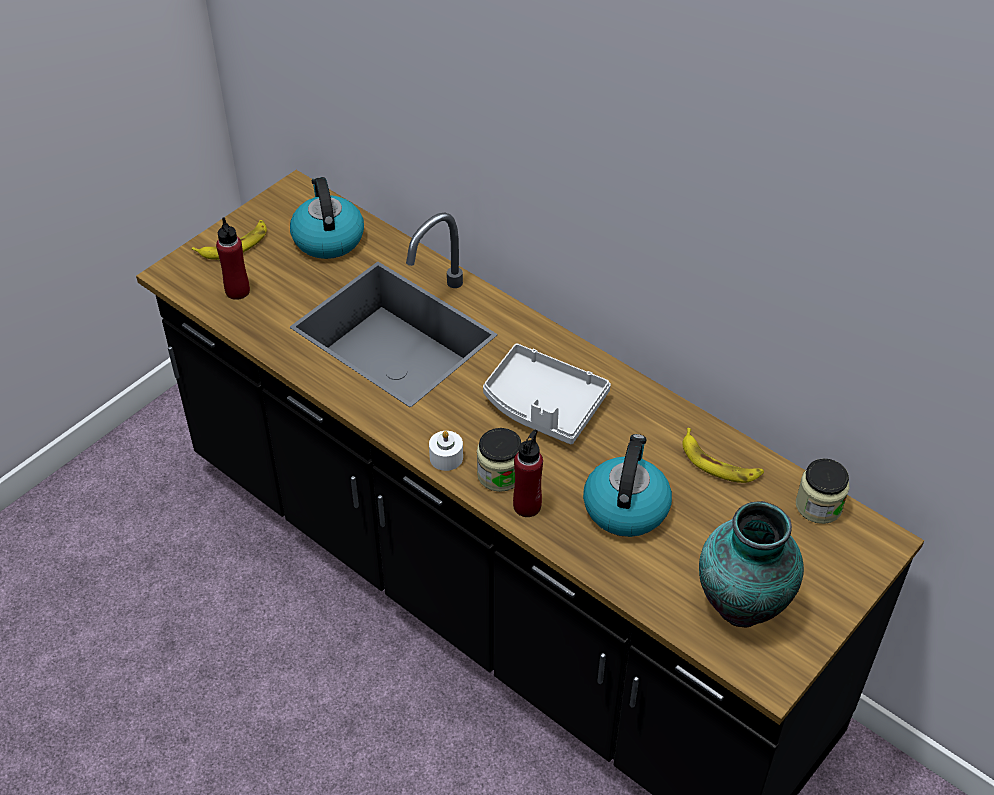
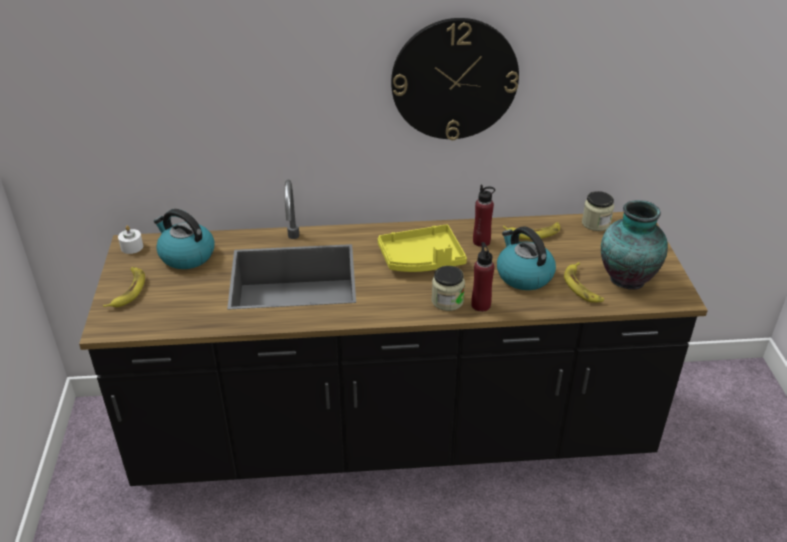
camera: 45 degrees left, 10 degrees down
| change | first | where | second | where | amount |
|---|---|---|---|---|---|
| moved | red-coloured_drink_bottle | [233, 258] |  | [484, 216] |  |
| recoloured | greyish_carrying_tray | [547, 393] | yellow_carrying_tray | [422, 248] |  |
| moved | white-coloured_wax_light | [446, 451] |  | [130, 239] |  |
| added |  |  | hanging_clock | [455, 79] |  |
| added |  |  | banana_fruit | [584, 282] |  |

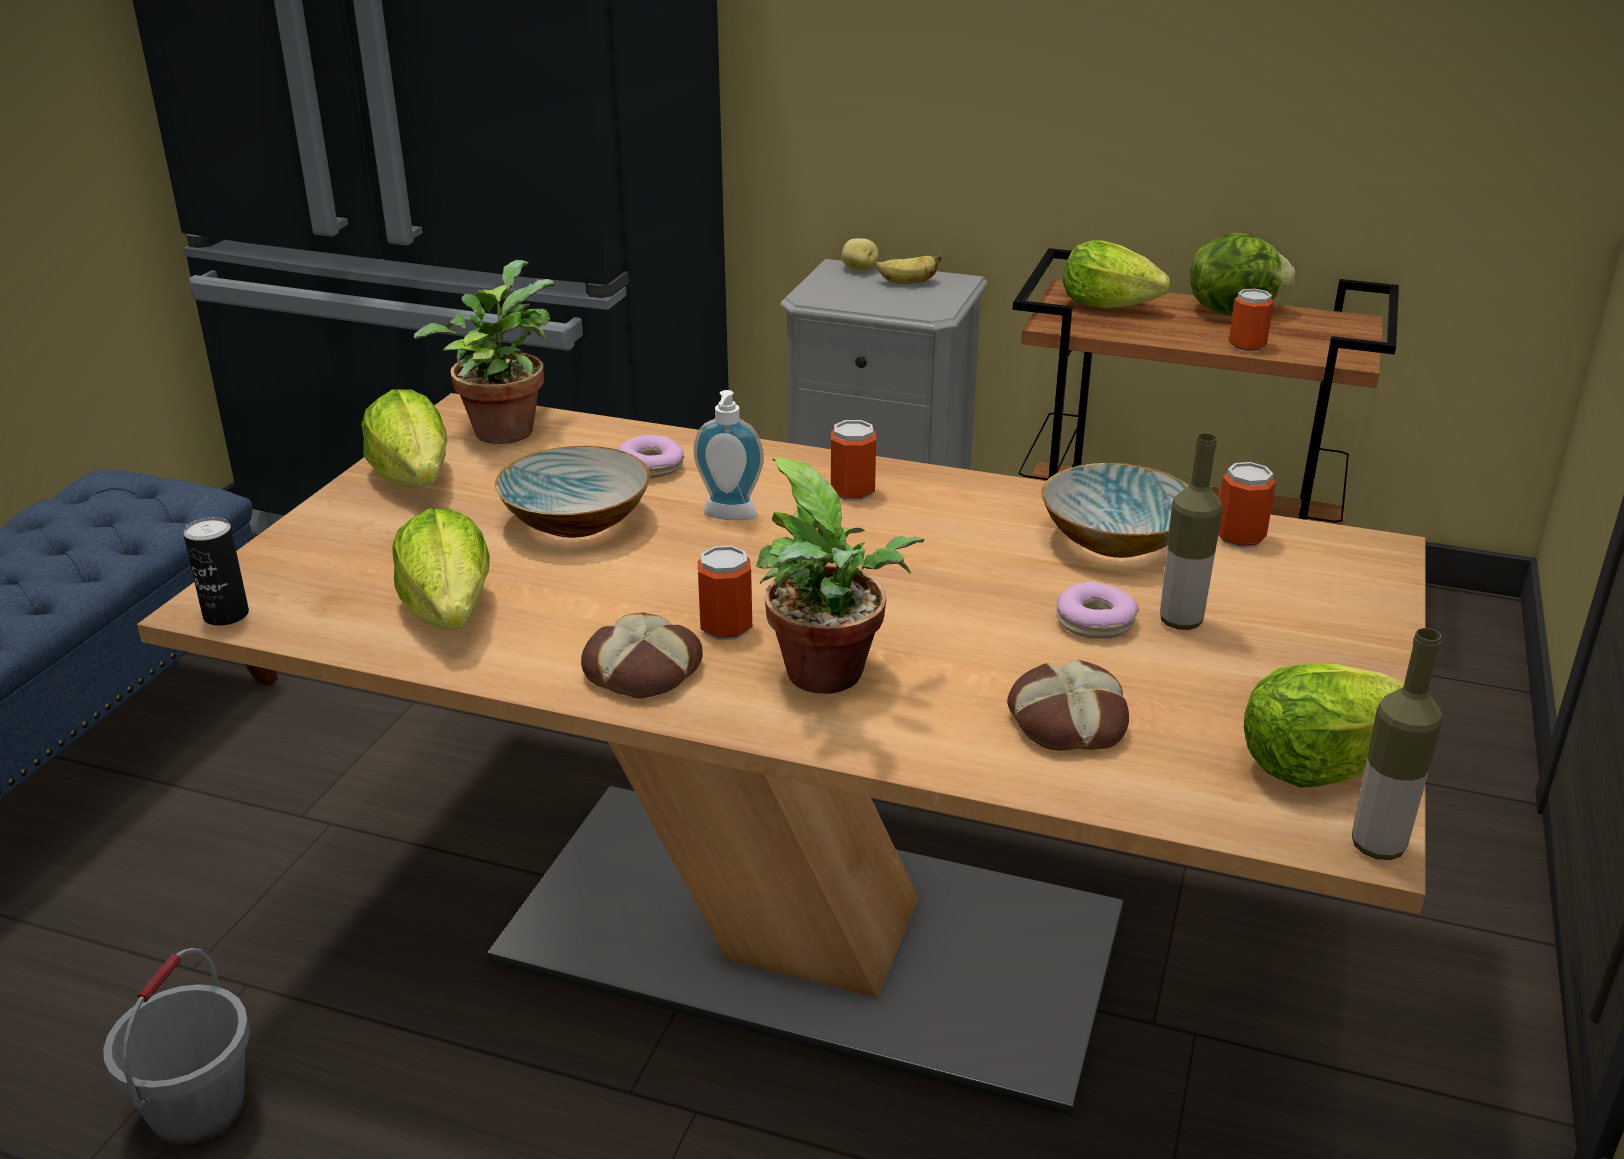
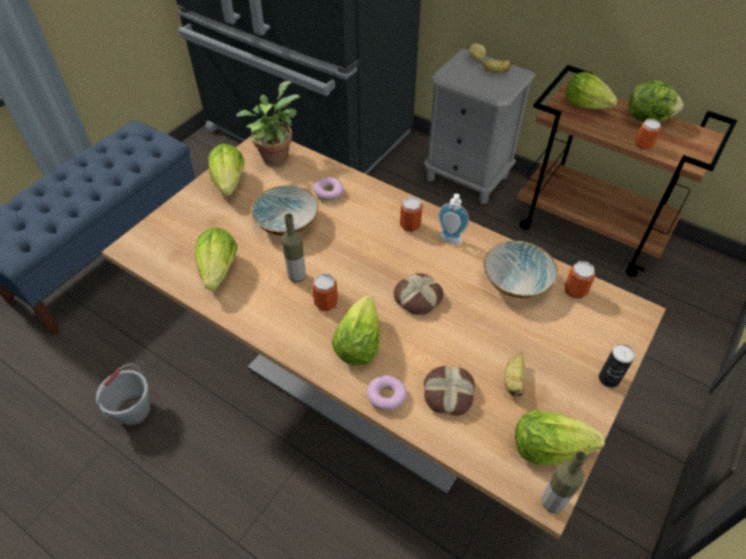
camera: 15 degrees right, 20 degrees up
| change | first | where | second | where | amount |
|---|---|---|---|---|---|
| moved | liquid_soap_bottle | [728, 455] |  | [453, 219] |  |
| moved | drink_bottle | [1191, 531] |  | [294, 248] |  |
| replaced | houseplant | [840, 575] | head_of_lettuce | [356, 330] |  |
| moved | can | [216, 571] |  | [617, 366] |  |
| moved | ring_doughnut | [1097, 610] |  | [387, 393] |  |
| moved | bakery_bread | [642, 655] |  | [418, 294] |  |
| added |  |  | banana_fruit | [514, 374] |  |

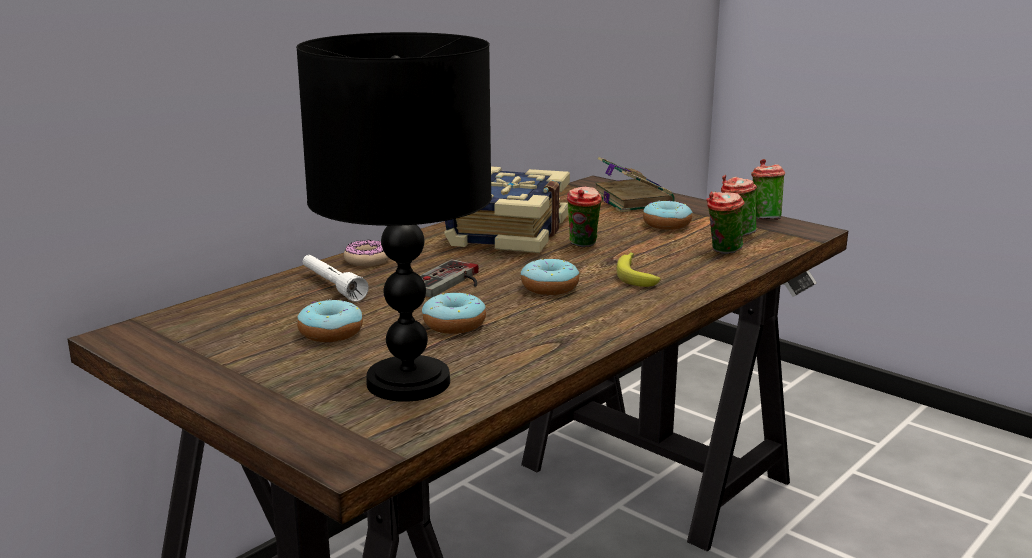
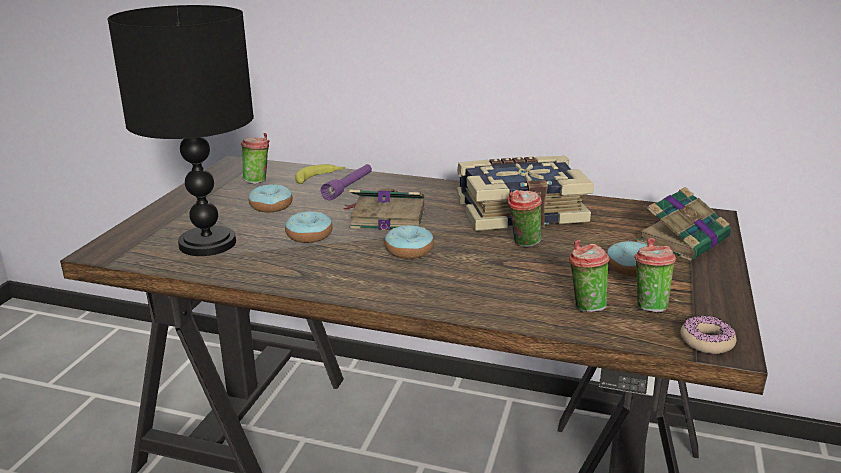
camera: 65 degrees right, 5 degrees up
| change | first | where | second | where | amount |
|---|---|---|---|---|---|
| moved | cup | [768, 189] |  | [255, 158] |  |
| moved | ring_doughnut | [366, 253] |  | [708, 334] |  |
| moved | banana_fruit | [639, 269] |  | [320, 174] |  |
| recoloured | white-coloured_hand_torch | [336, 278] | purplish_hand_torch | [346, 182] |  |
| replaced | joypad | [449, 278] | bound_book | [384, 209] |  |

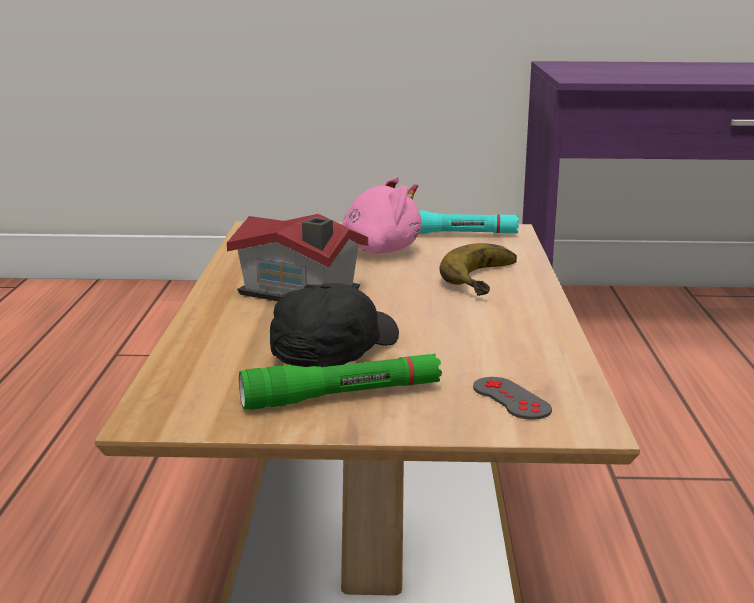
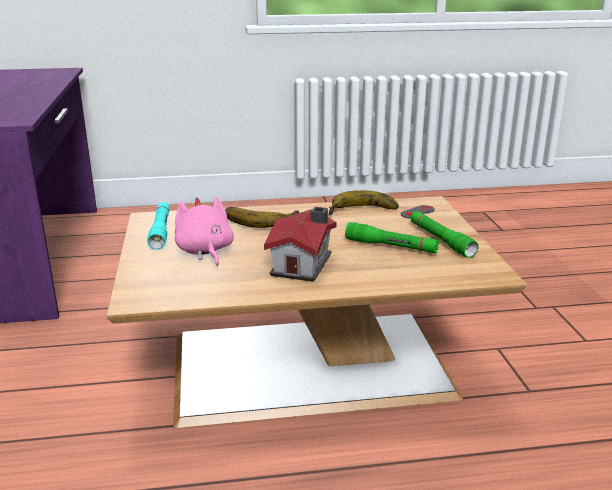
camera: 100 degrees left, 5 degrees up
| change | first | where | second | where | amount |
|---|---|---|---|---|---|
| replaced | black-coloured_peaked_cap | [334, 325] | greenish_hand_torch | [392, 237] |  |
| added |  |  | banana_fruit | [363, 202] |  |

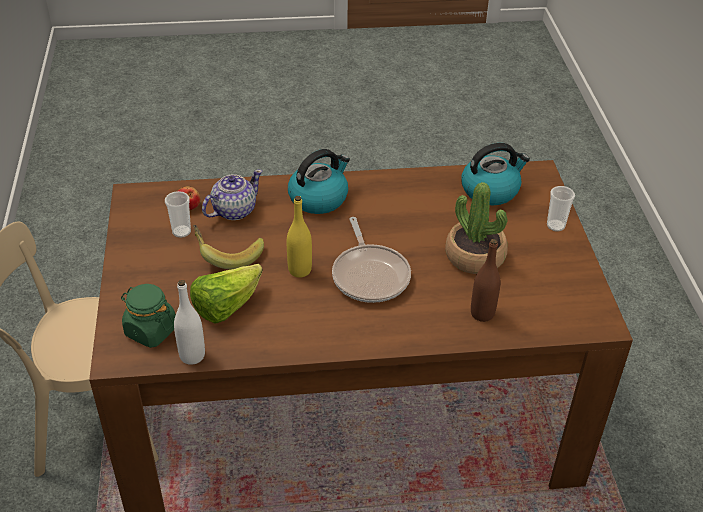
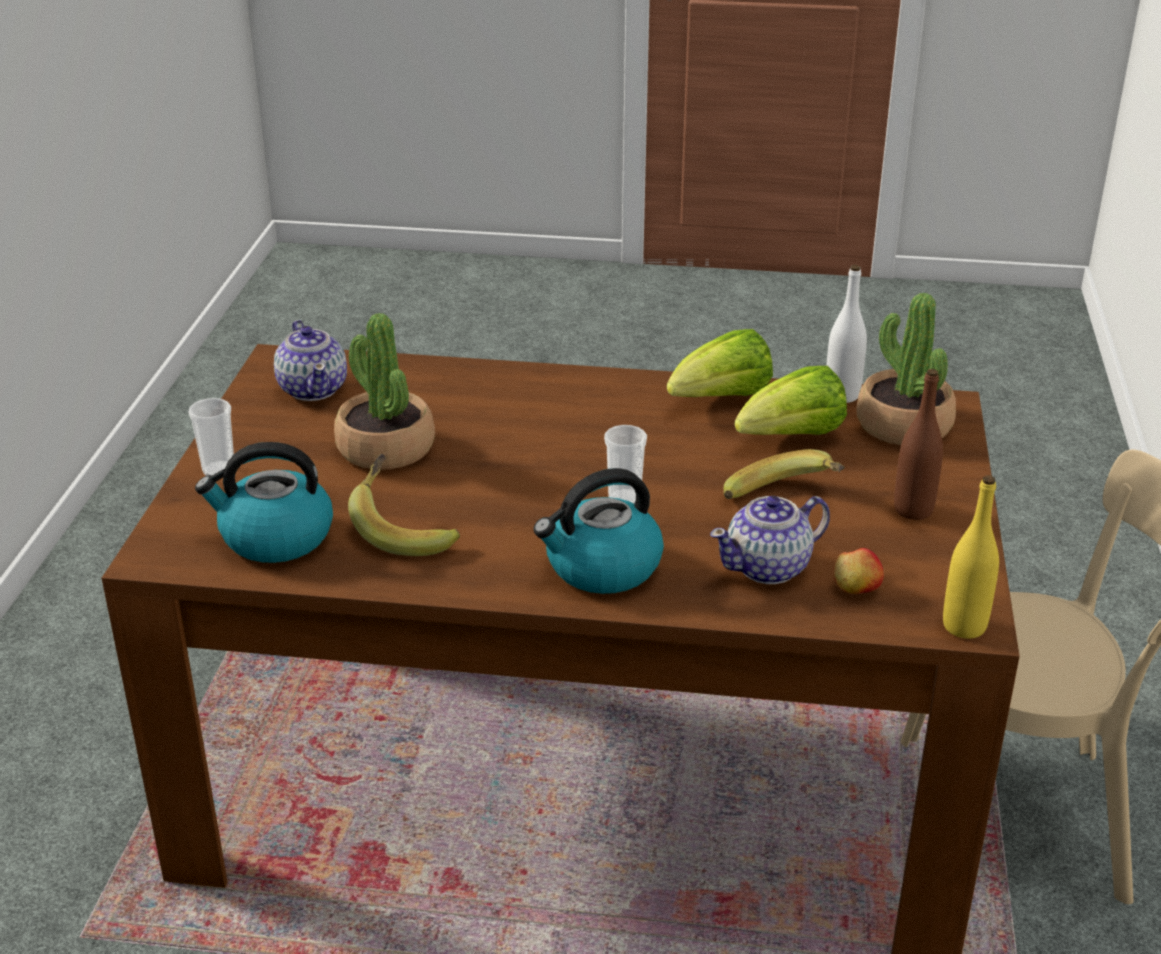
camera: 165 degrees left, 10 degrees down
| change | first | where | second | where | amount |
|---|---|---|---|---|---|
| moved | cup | [178, 214] |  | [625, 464] |  |
| moved | yellow_drink_bottle | [299, 237] |  | [971, 557] |  |
| removed | frying_pan | [371, 260] |  |  |  |
| moved | brown_drink_bottle | [486, 280] |  | [918, 444] |  |
| replaced | greenish_jar | [148, 316] | houseplant | [906, 369] |  |
| added |  |  | tea_pot | [310, 360] |  |
| added |  |  | head_of_lettuce | [720, 363] |  |
| added |  |  | banana_fruit | [404, 505] |  |

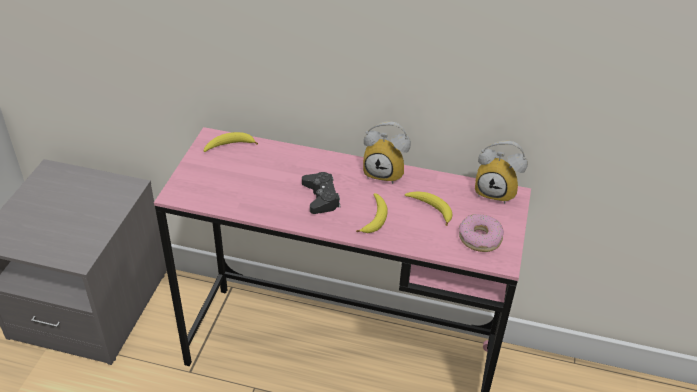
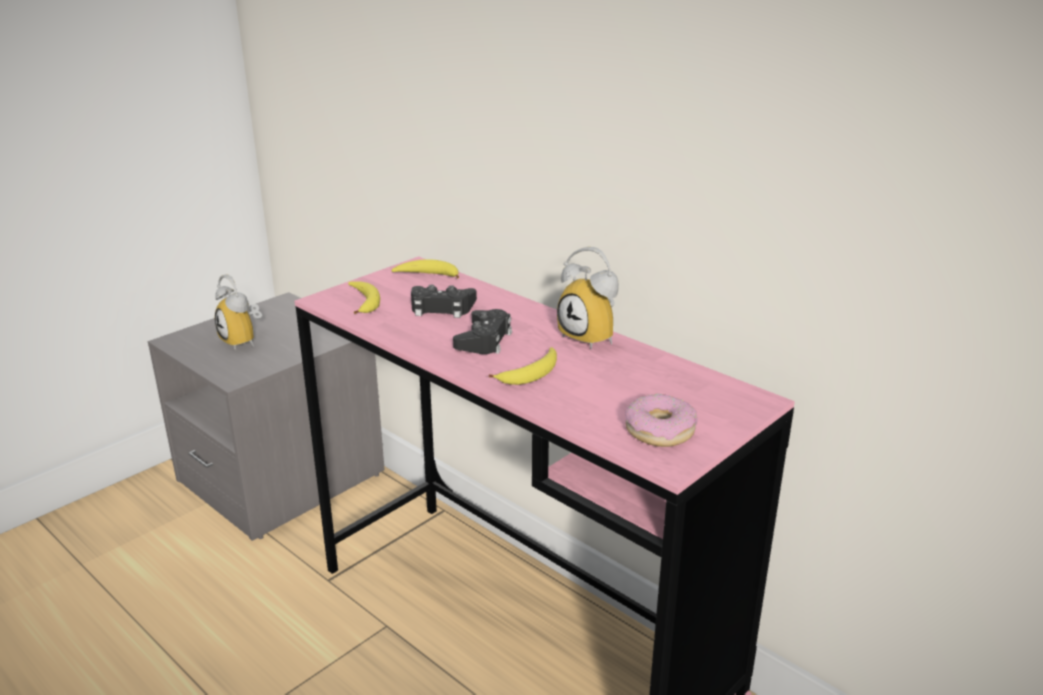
camera: 30 degrees right, 15 degrees down
| change | first | where | second | where | amount |
|---|---|---|---|---|---|
| moved | bedside_clock | [501, 172] |  | [238, 312] |  |
| moved | banana_fruit | [428, 209] |  | [364, 297] |  |
| added |  |  | black-coloured_joypad | [444, 301] |  |

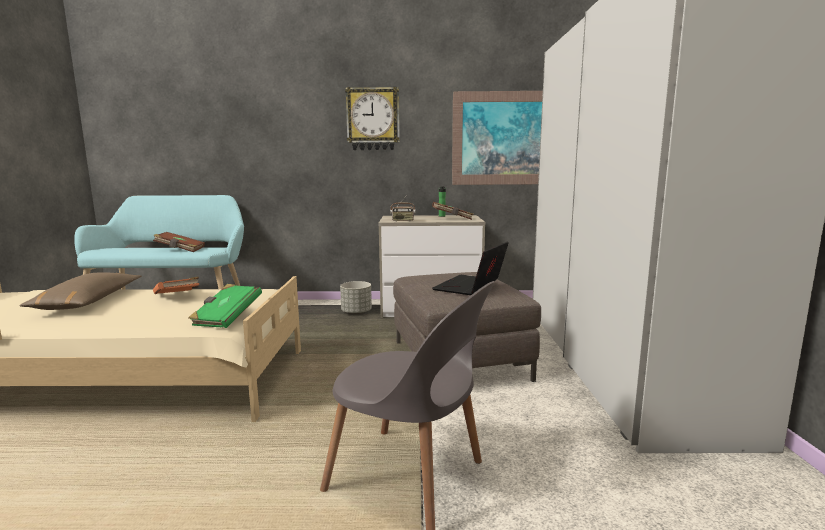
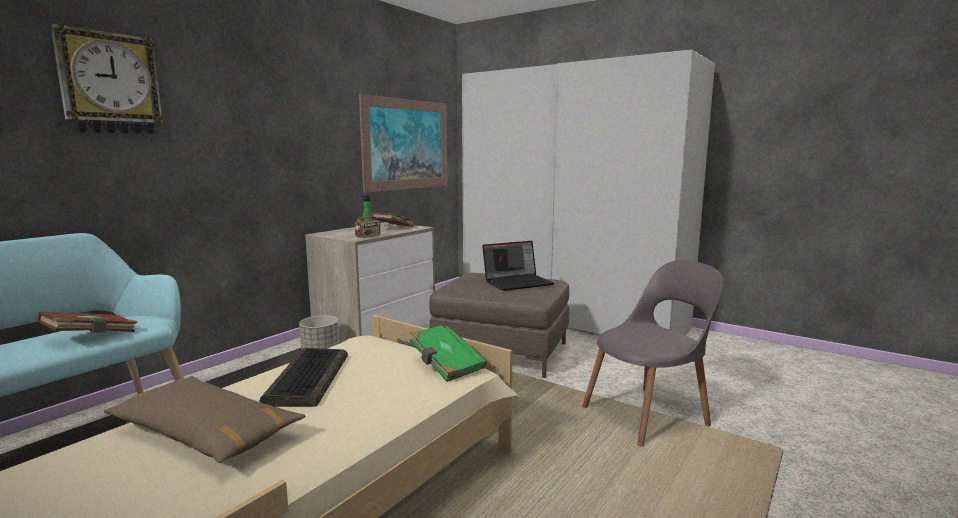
camera: 55 degrees left, 0 degrees up
| change | first | where | second | where | amount |
|---|---|---|---|---|---|
| moved | hanging_clock | [372, 118] |  | [107, 78] |  |
| turned | laptop | [470, 268] |  | [518, 266] | 90 degrees counterclockwise |
| replaced | orangey_bound_book | [176, 285] | keyboard | [303, 377] |  |

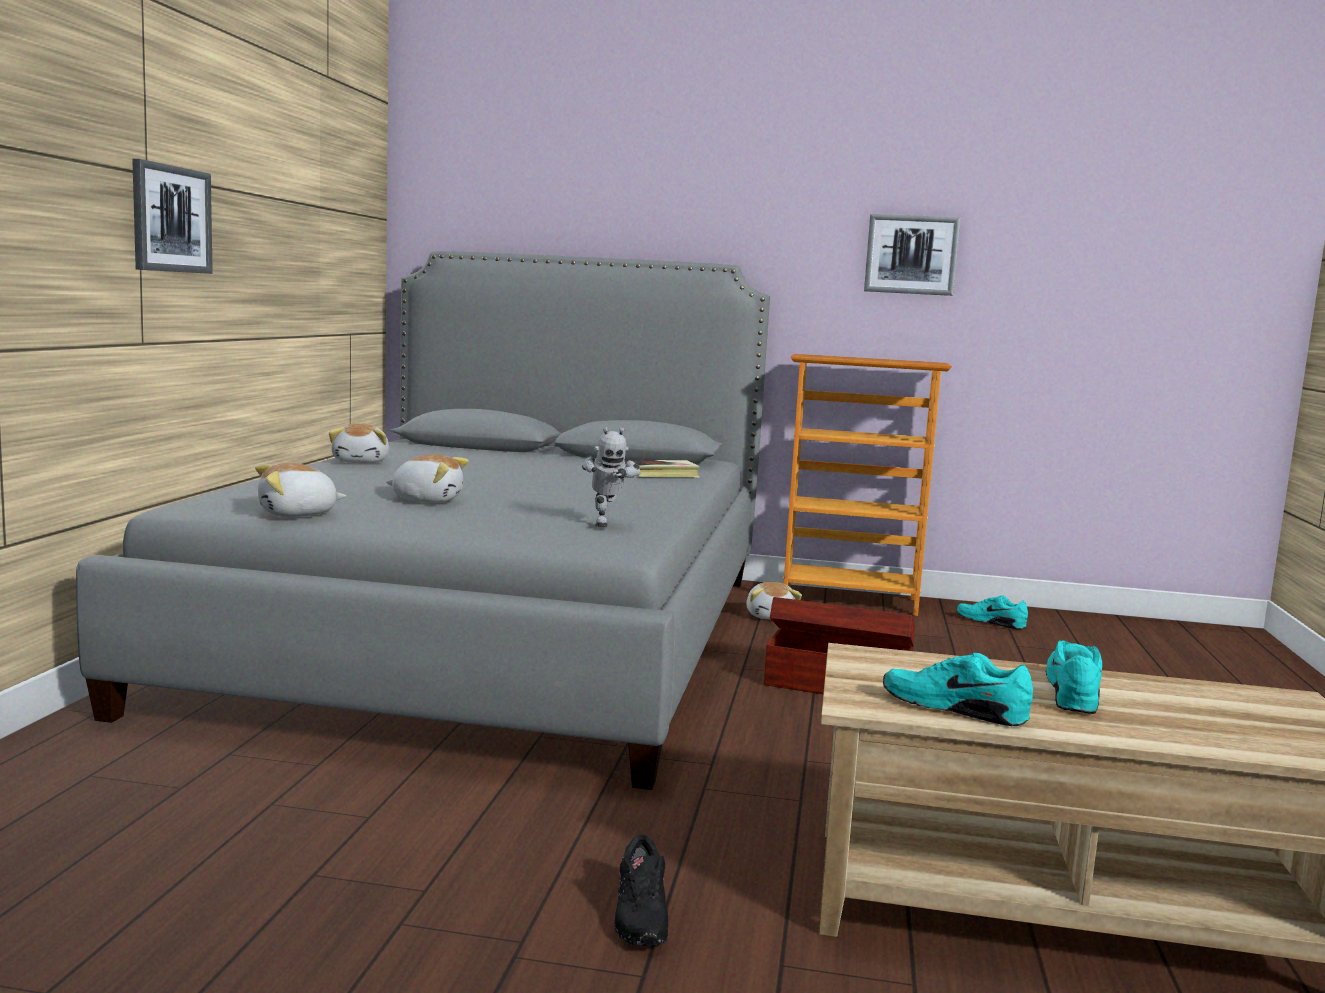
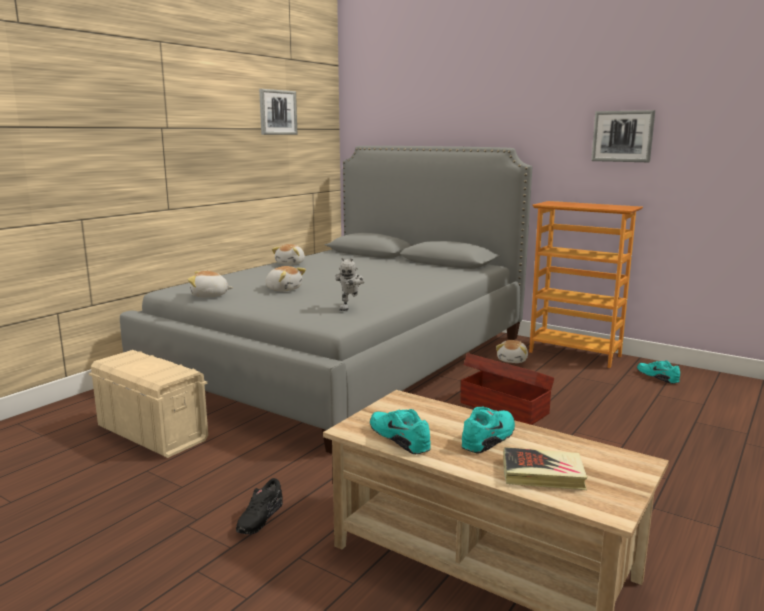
camera: 25 degrees right, 5 degrees up
| change | first | where | second | where | amount |
|---|---|---|---|---|---|
| moved | wall_picture | [172, 216] |  | [278, 112] |  |
| moved | bound_book | [664, 468] |  | [545, 468] |  |
| added |  |  | beige_storage_box | [148, 404] |  |

